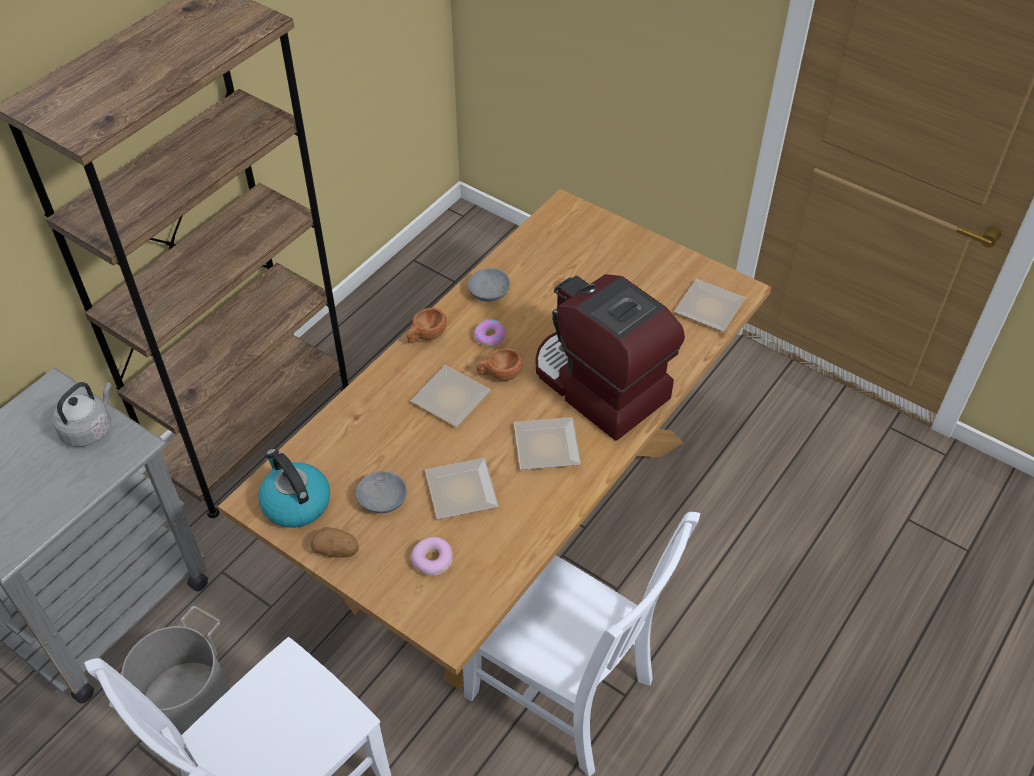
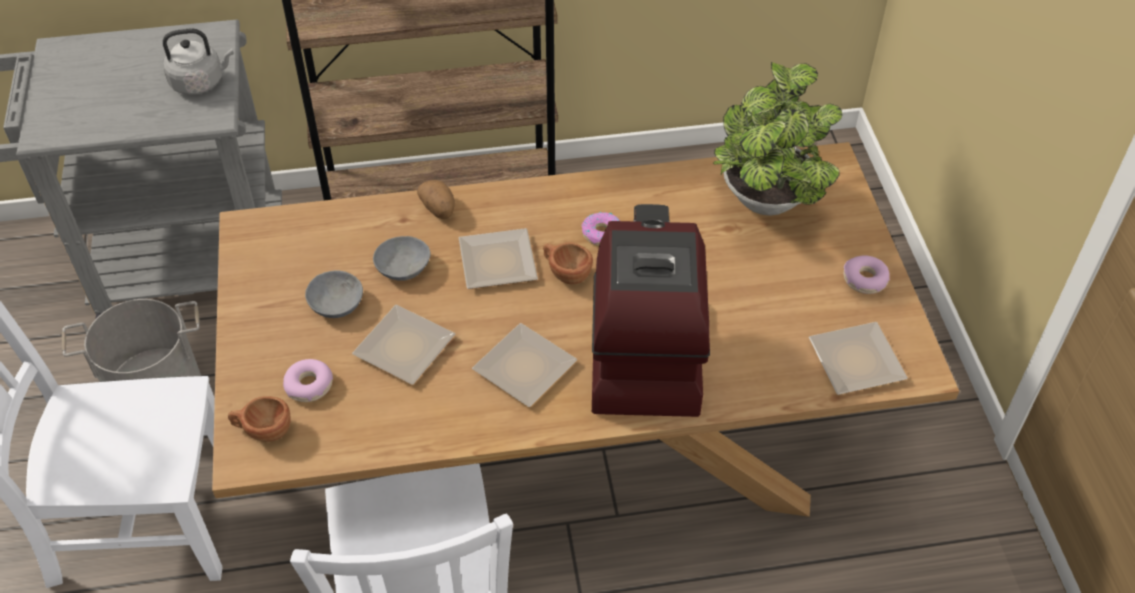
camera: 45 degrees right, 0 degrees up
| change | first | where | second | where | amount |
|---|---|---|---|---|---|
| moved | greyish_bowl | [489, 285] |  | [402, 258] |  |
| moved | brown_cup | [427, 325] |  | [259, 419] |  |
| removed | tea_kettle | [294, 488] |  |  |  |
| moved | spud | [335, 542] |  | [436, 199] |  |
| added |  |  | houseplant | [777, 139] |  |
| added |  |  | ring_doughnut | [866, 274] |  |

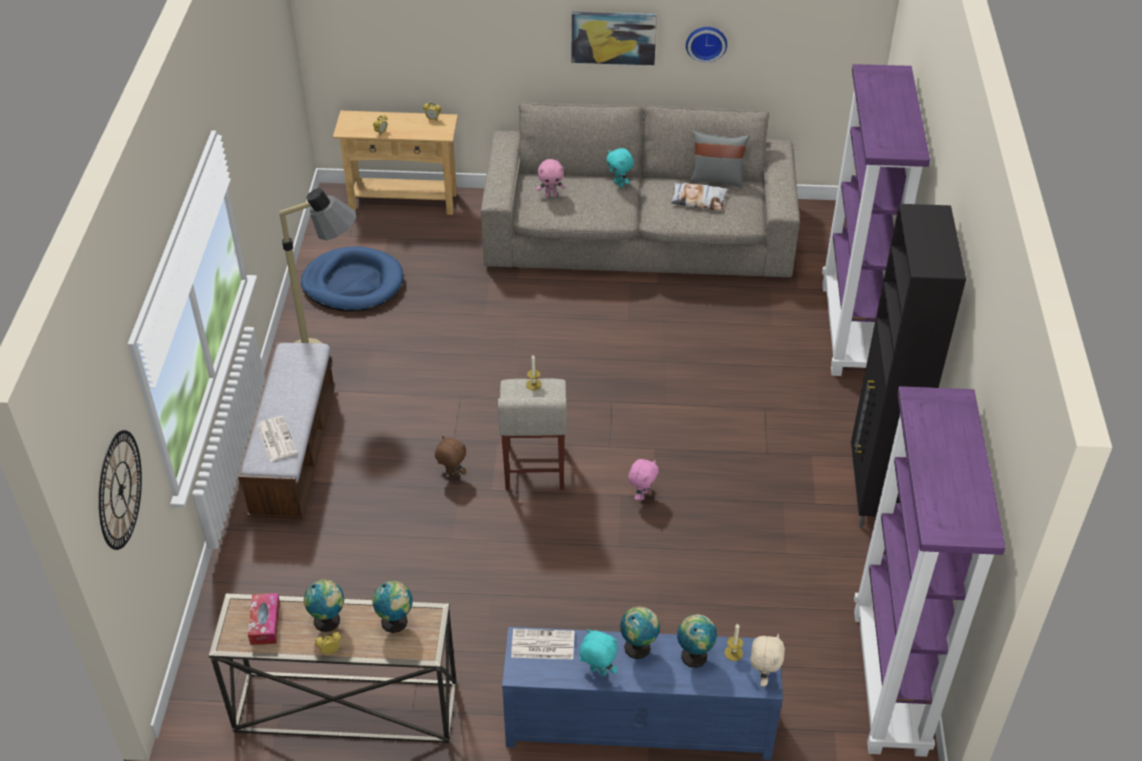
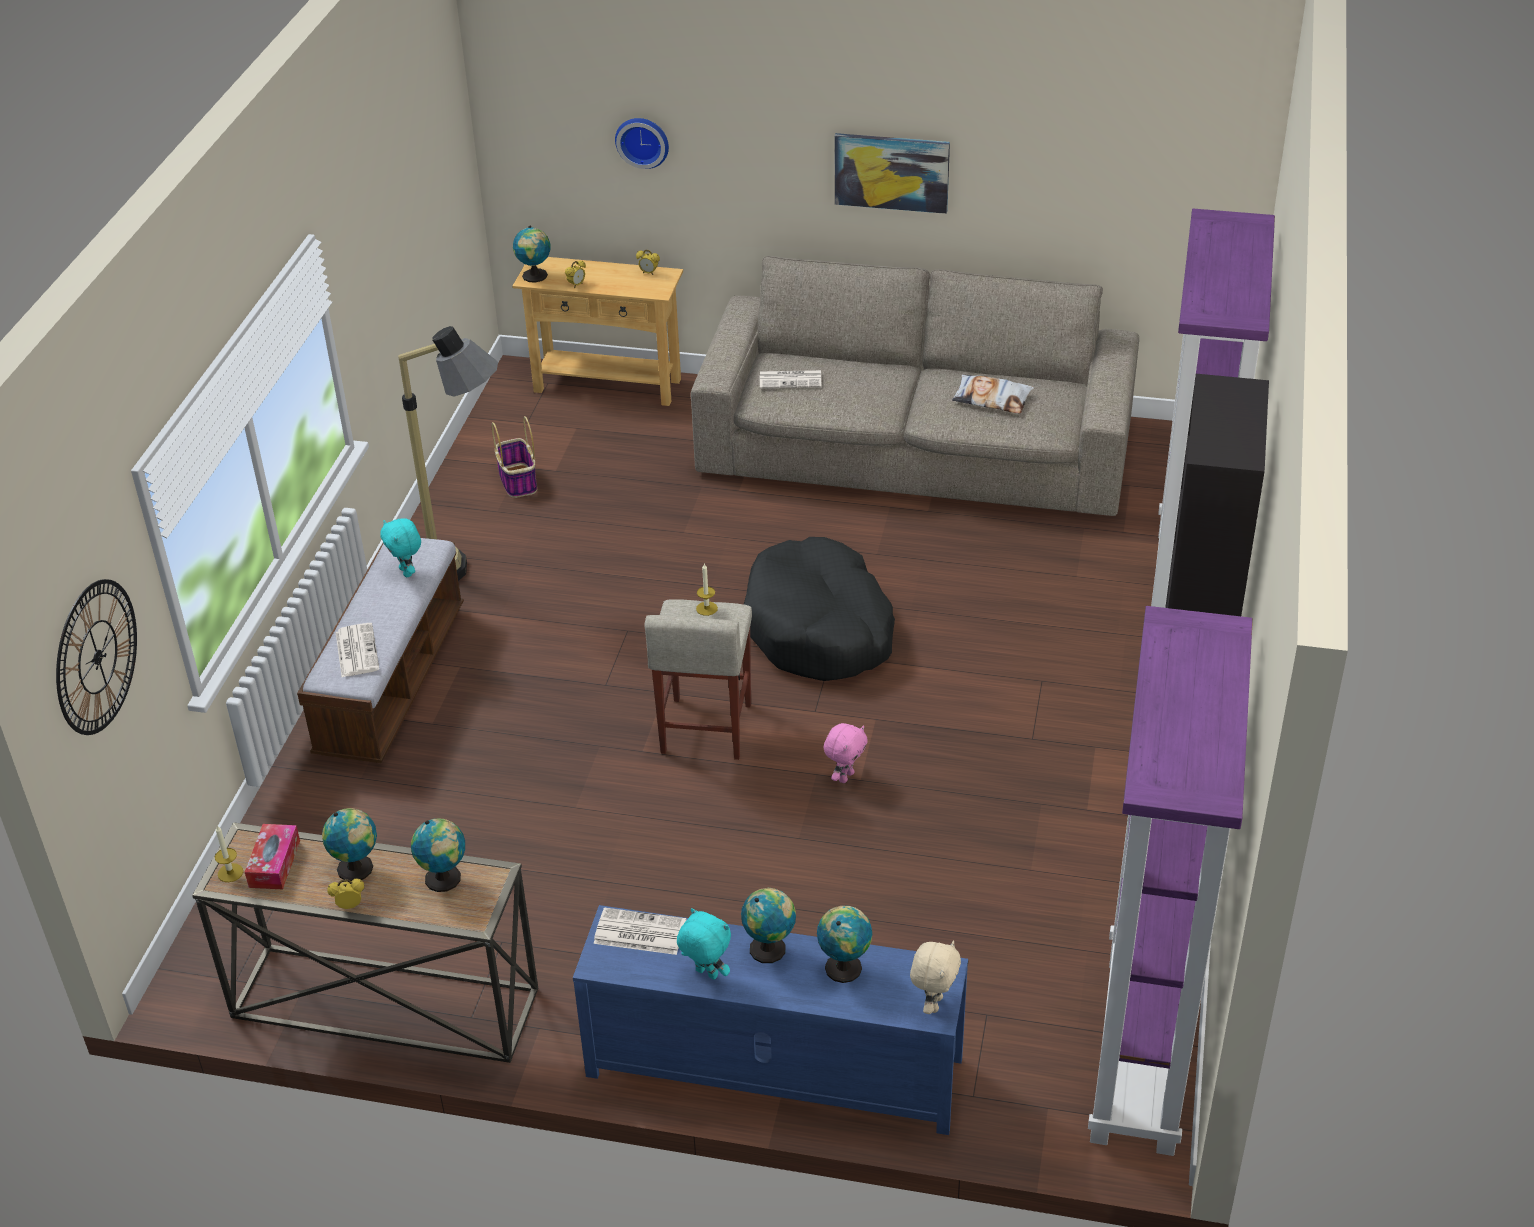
camera: 10 degrees right, 5 degrees down
| change | first | where | second | where | amount |
|---|---|---|---|---|---|
| moved | hanging_clock | [706, 45] |  | [642, 143] |  |
| removed | greyish_cushion | [719, 159] |  |  |  |
| moved | blue-green_soft_toy | [620, 167] |  | [400, 548] |  |
| replaced | pink-coloured_soft_toy | [551, 178] | newspaper | [791, 379] |  |
| replaced | bluish_pet_bed | [352, 279] | storage_basket | [514, 457] |  |
| removed | brown_soft_toy | [450, 456] |  |  |  |
| moved | wax_light | [733, 642] |  | [229, 854] |  |
| added |  |  | desk_globe | [532, 254] |  |
| added |  |  | black-coloured_pet_bed | [819, 609] |  |

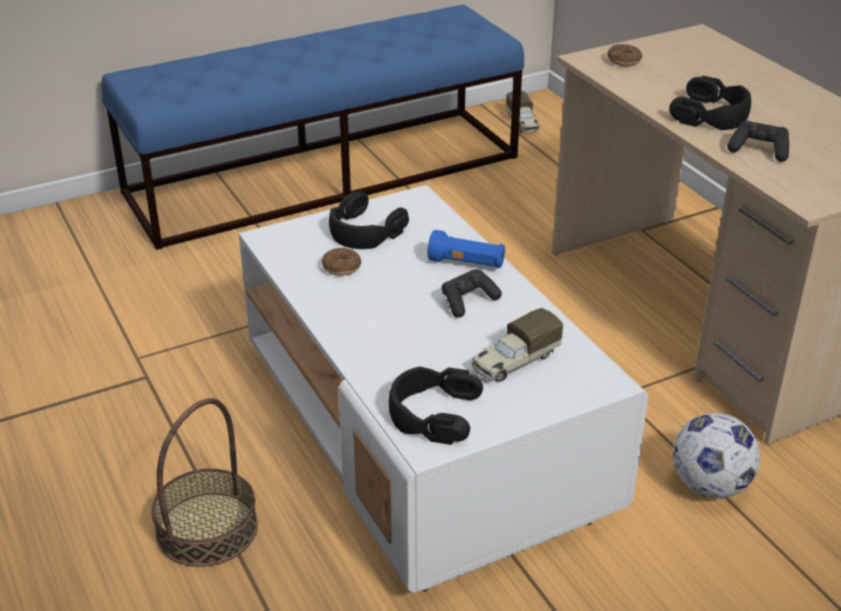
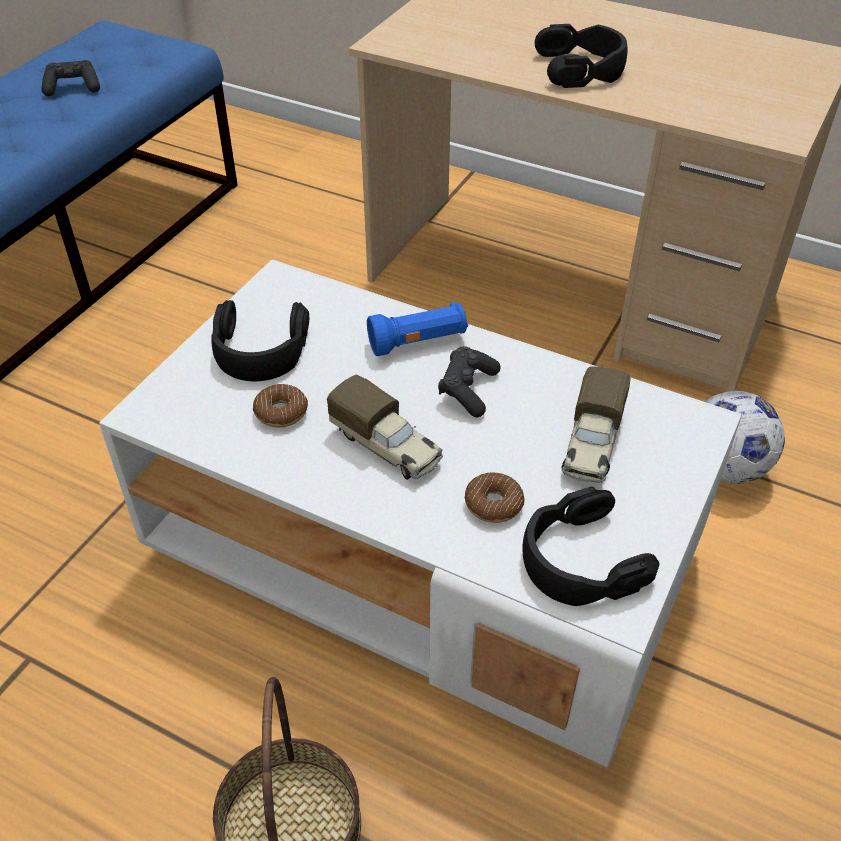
camera: 35 degrees left, 10 degrees up
| change | first | where | second | where | amount |
|---|---|---|---|---|---|
| moved | ring_doughnut | [624, 55] |  | [495, 497] |  |
| moved | toy_lorry | [523, 112] |  | [385, 427] |  |
| moved | black-coloured_joypad | [758, 141] |  | [71, 78] |  |

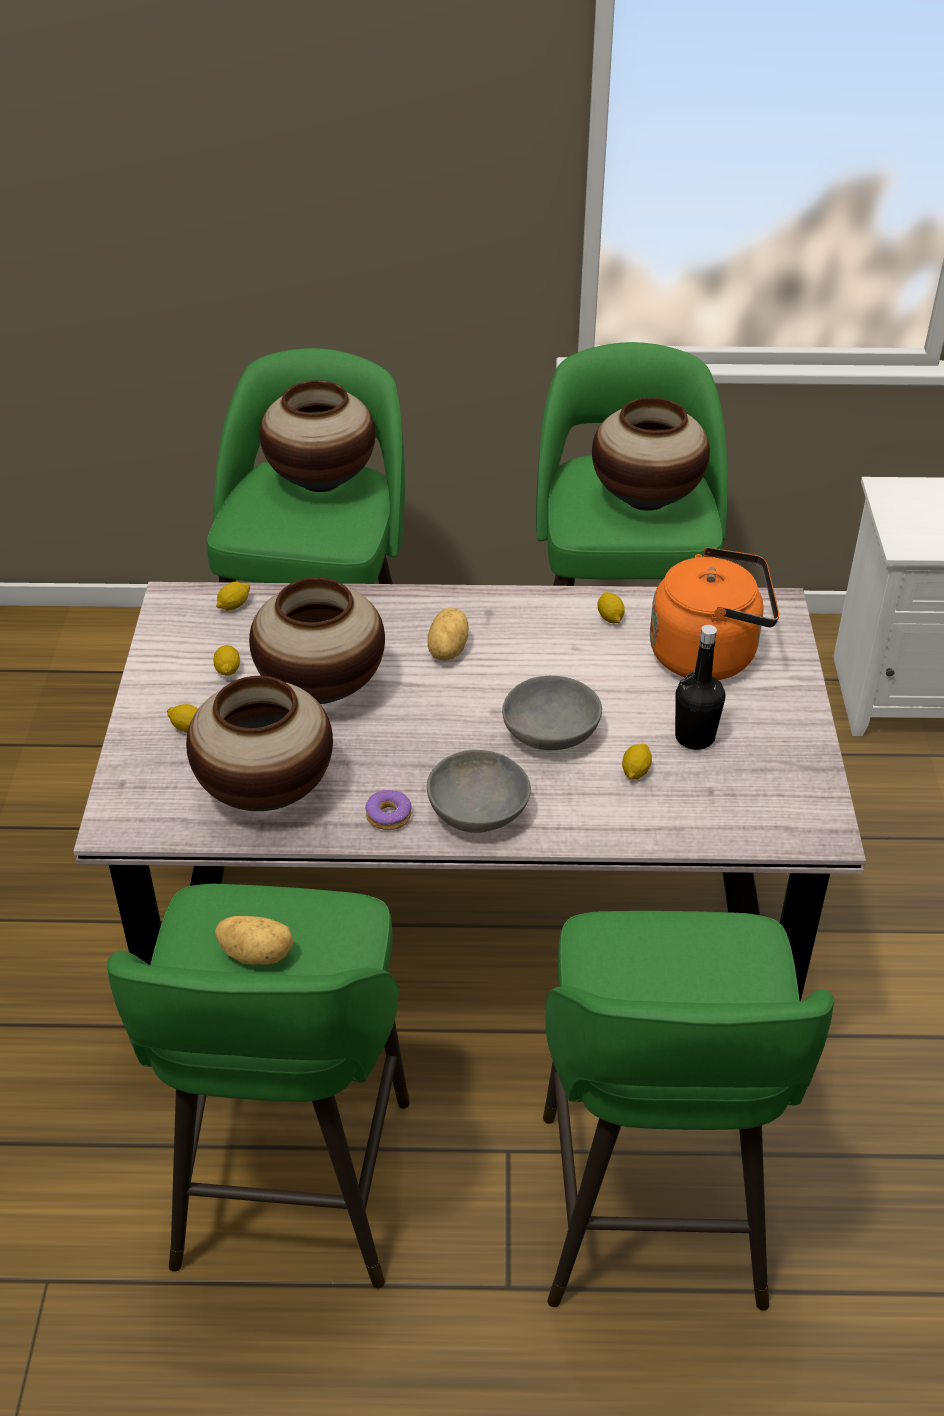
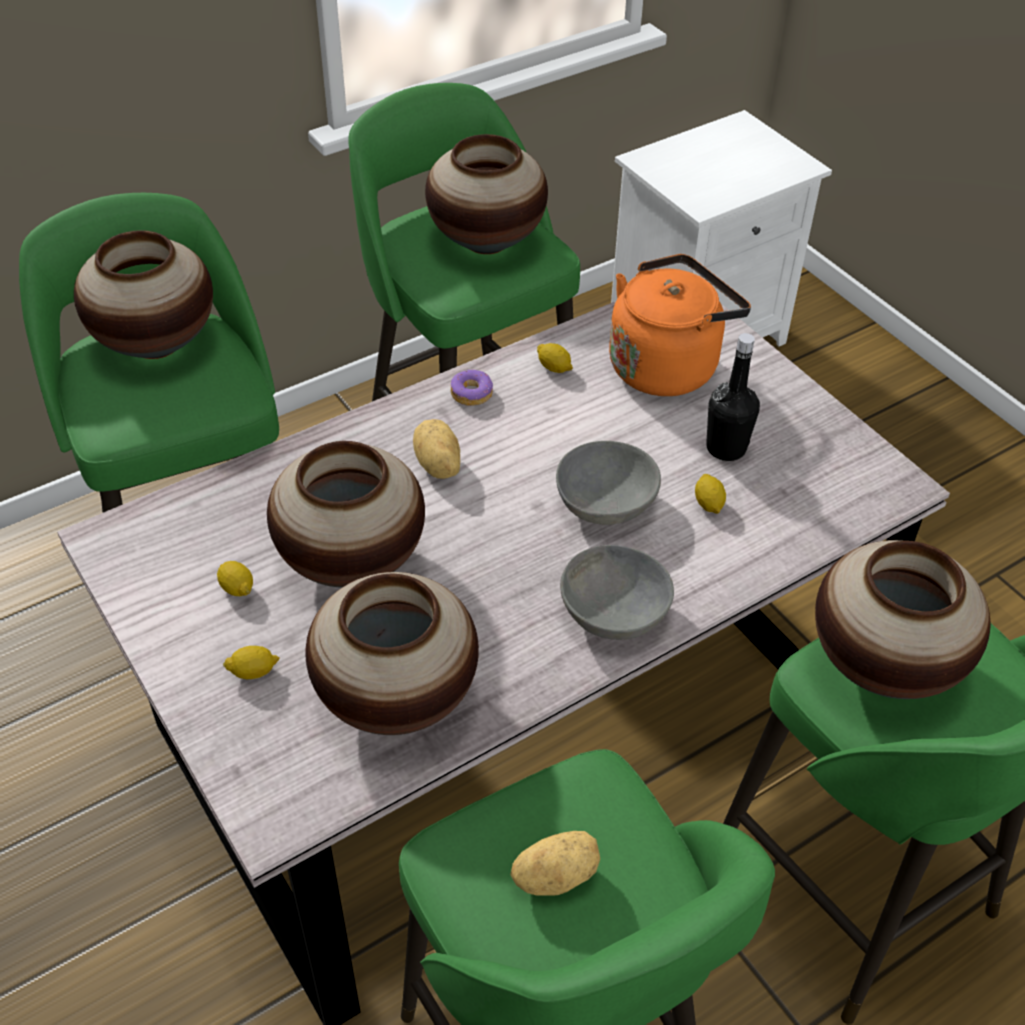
camera: 35 degrees left, 5 degrees up
| change | first | where | second | where | amount |
|---|---|---|---|---|---|
| removed | whole_lemon | [233, 596] |  |  |  |
| moved | ring_doughnut | [388, 810] |  | [471, 388] |  |
| added |  |  | vase | [903, 619] |  |

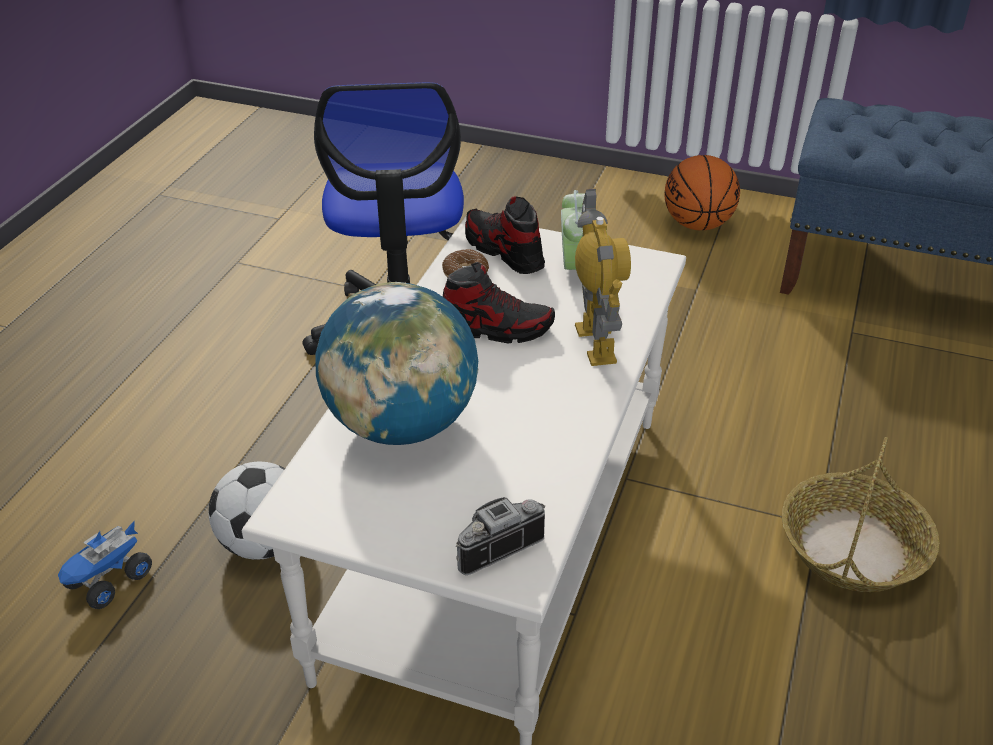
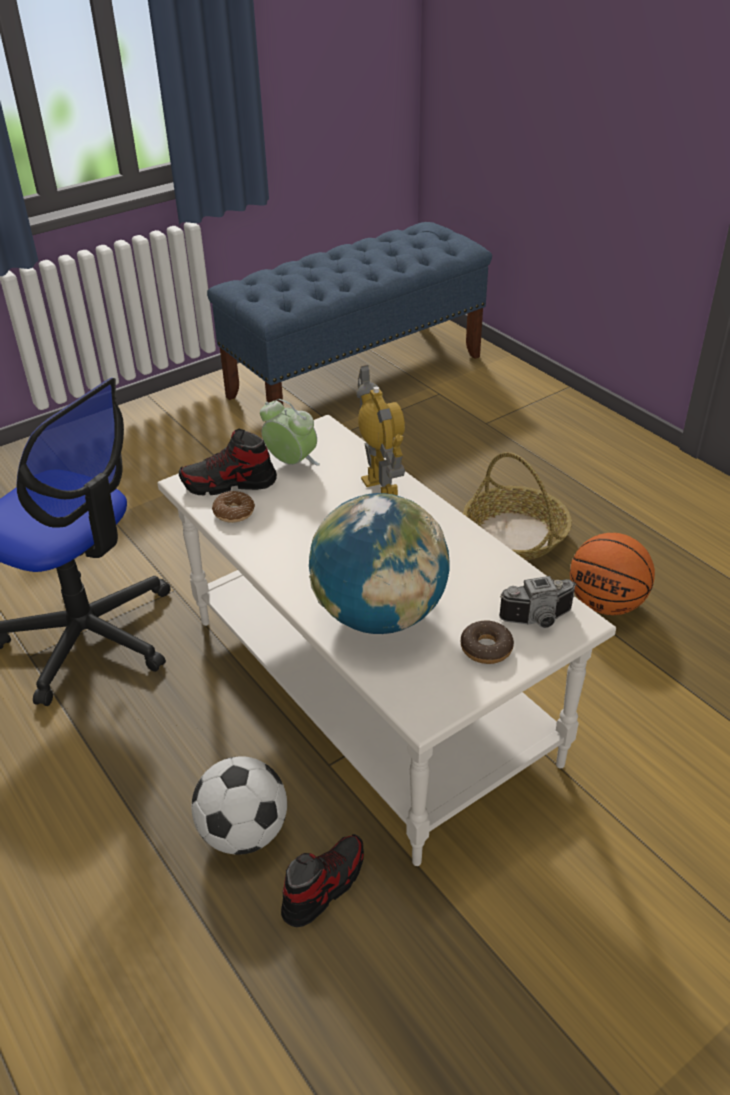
camera: 55 degrees left, 0 degrees up
| change | first | where | second | where | amount |
|---|---|---|---|---|---|
| moved | ball_for_basketball | [702, 192] |  | [612, 574] |  |
| turned | robot_figure | [603, 277] |  | [381, 430] | 45 degrees clockwise |
| moved | item_of_footwear | [499, 303] |  | [322, 880] |  |
| turned | still_camera | [500, 536] |  | [537, 602] | 105 degrees counterclockwise |
| removed | toy_lorry | [105, 564] |  |  |  |
| added |  |  | ring_doughnut | [487, 642] |  |

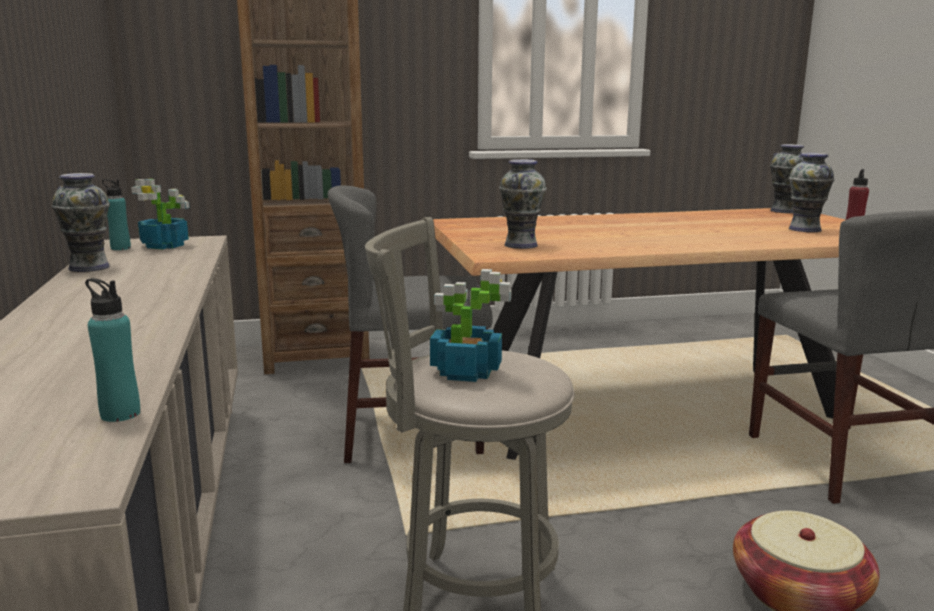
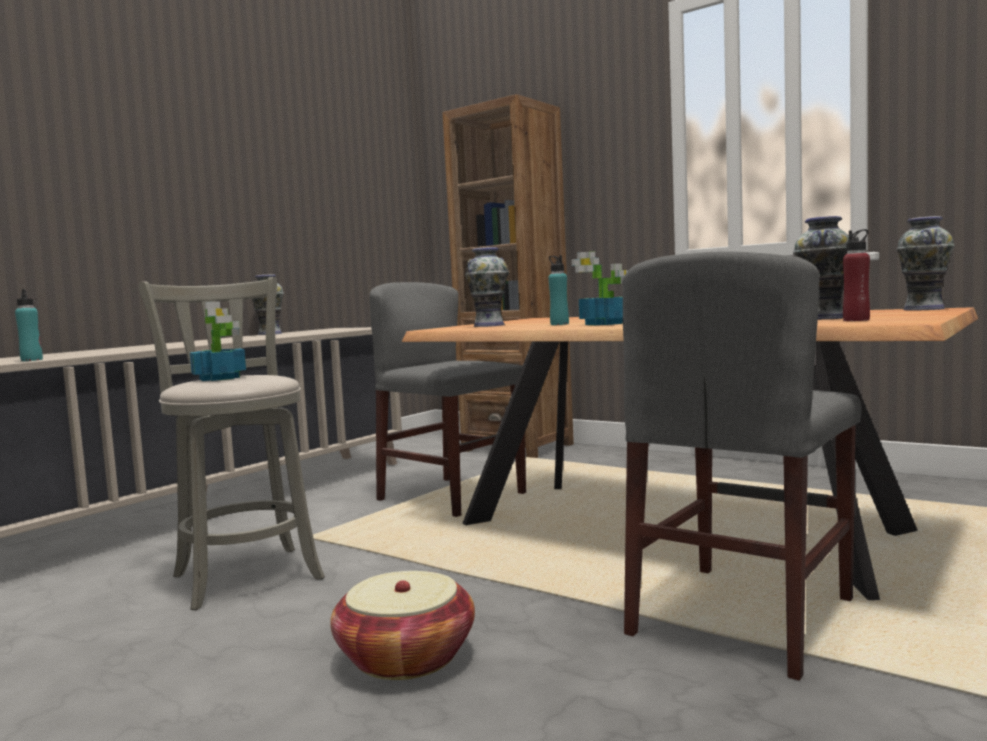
camera: 50 degrees right, 10 degrees down
| change | first | where | second | where | amount |
|---|---|---|---|---|---|
| moved | blue-green_drink_bottle | [116, 214] |  | [558, 290] |  |
| moved | houseplant | [160, 214] |  | [599, 288] |  |

